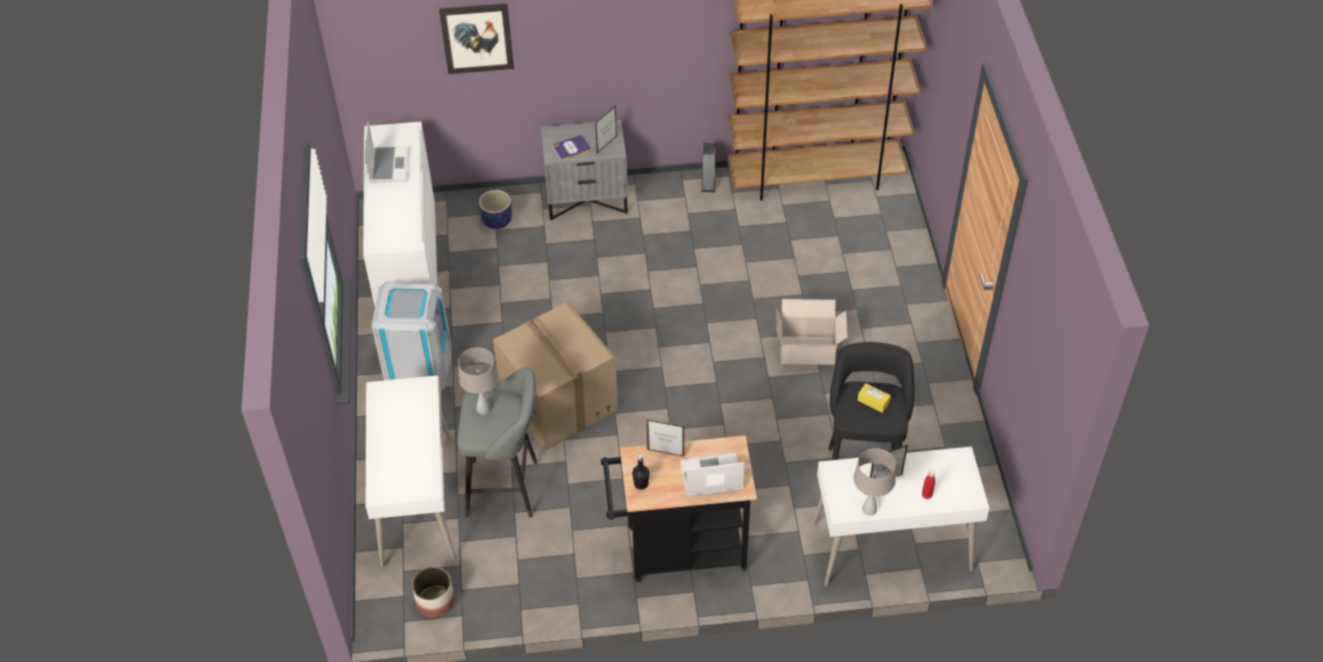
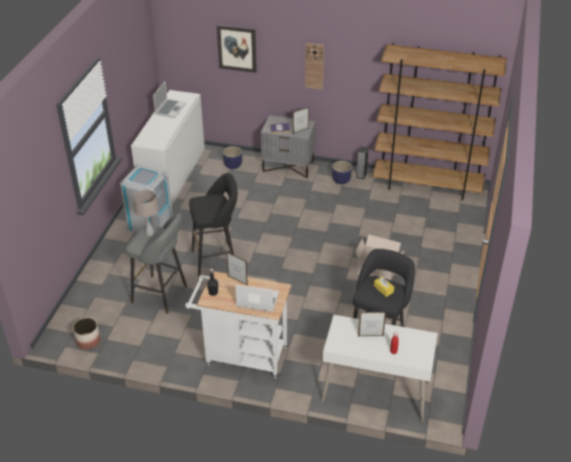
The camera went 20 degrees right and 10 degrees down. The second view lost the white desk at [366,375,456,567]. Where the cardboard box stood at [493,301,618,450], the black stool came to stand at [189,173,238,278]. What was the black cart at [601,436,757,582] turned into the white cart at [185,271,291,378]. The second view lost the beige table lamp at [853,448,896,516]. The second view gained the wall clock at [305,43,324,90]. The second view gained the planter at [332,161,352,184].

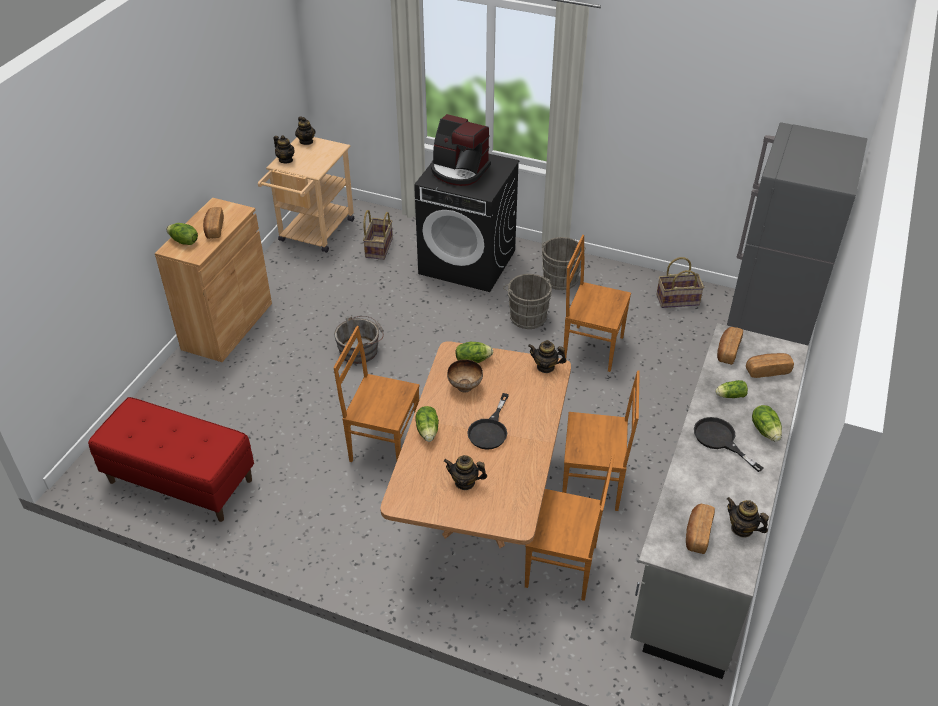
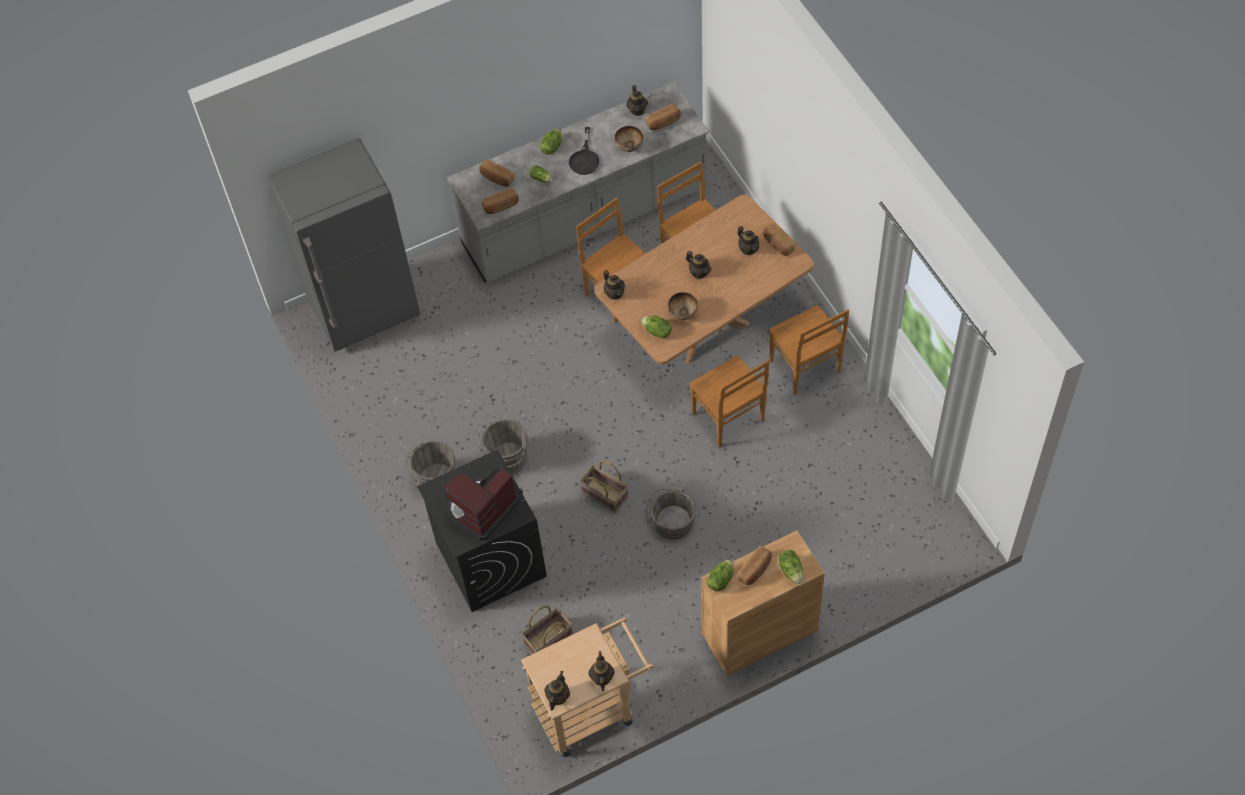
The camera went 135 degrees left and 15 degrees up. The second view lost the red bench at [88,397,254,522]. The lettuce ended up elsewhere, having gone from [415,406,439,442] to [707,560,734,592]. The coffee machine at [431,114,491,186] ended up facing another way, 120 degrees counterclockwise from before. Where the black frying pan stood at [467,393,509,450], the teapot came to stand at [686,251,712,279]. The brown chair ended up elsewhere, having gone from [564,235,631,372] to [769,305,849,395]. The basket ended up elsewhere, having gone from [656,257,704,308] to [579,460,628,513]. The second view gained the bowl at [615,126,643,152]. The second view gained the bread at [763,223,795,256].

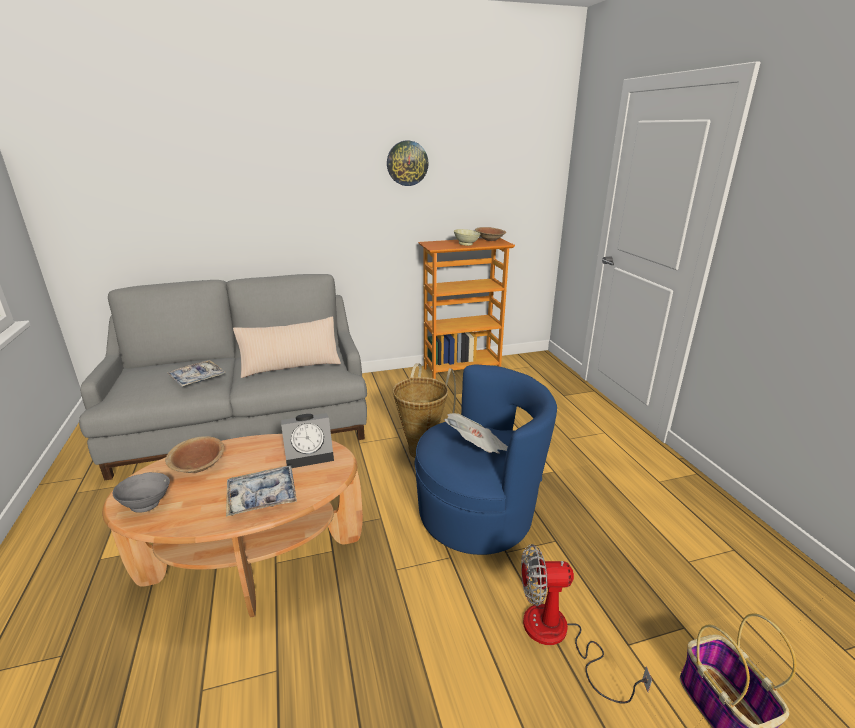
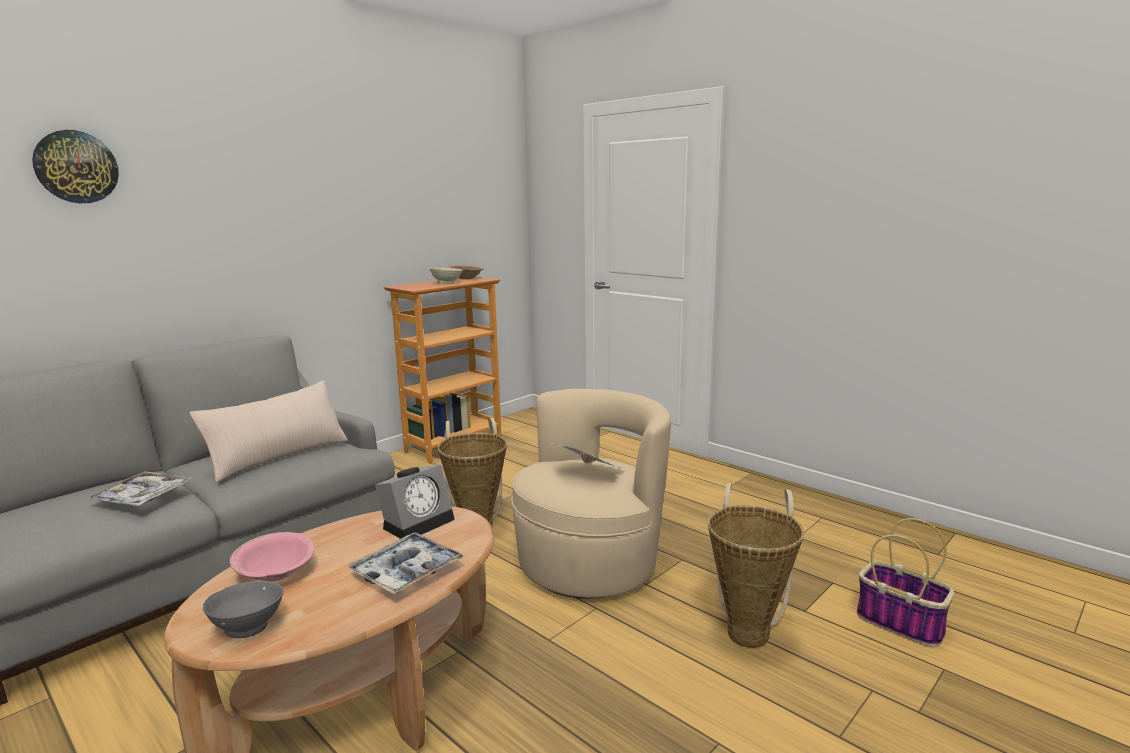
The camera went 30 degrees left and 10 degrees down. What was the brown bowl at [165,436,224,473] turned into the pink bowl at [230,532,315,581]. The wall clock ended up elsewhere, having gone from [387,141,429,186] to [32,130,119,203]. What was the blue armchair at [415,365,557,555] turned into the beige armchair at [511,389,671,599]. Where the fan stood at [521,544,652,704], the basket came to stand at [708,483,804,648].

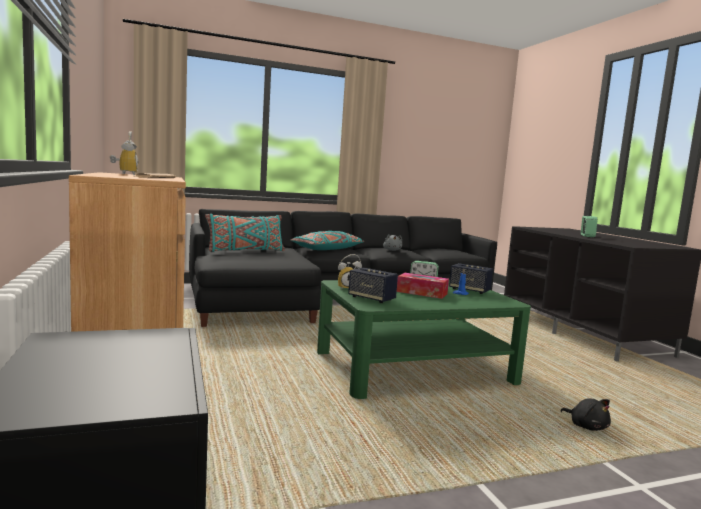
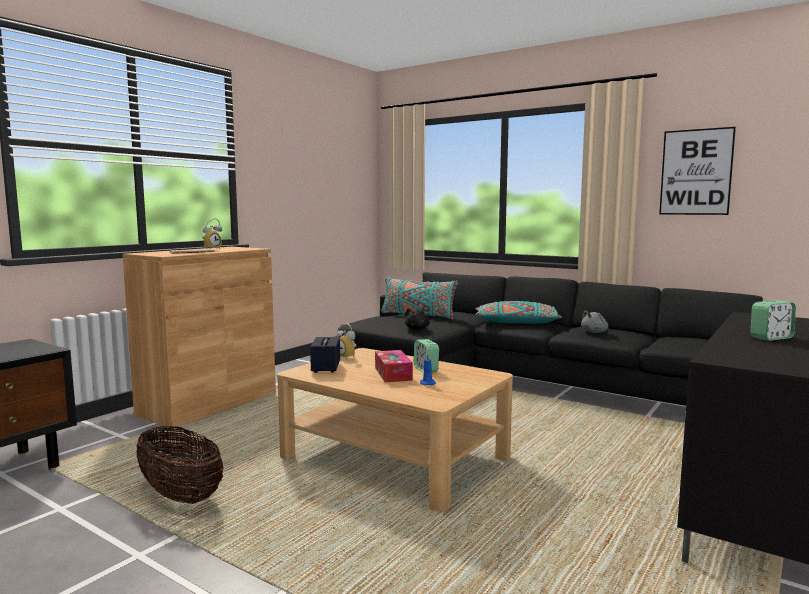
The camera went 55 degrees right and 0 degrees up. What was the green coffee table at [317,280,531,399] turned into the beige coffee table at [277,348,513,511]. The second view lost the speaker at [449,263,493,294]. The black plush toy ended up elsewhere, having gone from [561,398,611,431] to [405,308,430,329]. The second view gained the basket at [136,426,223,504]. The second view gained the picture at [659,127,736,215].

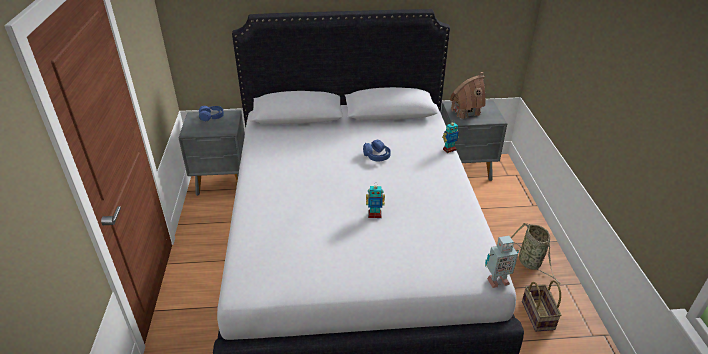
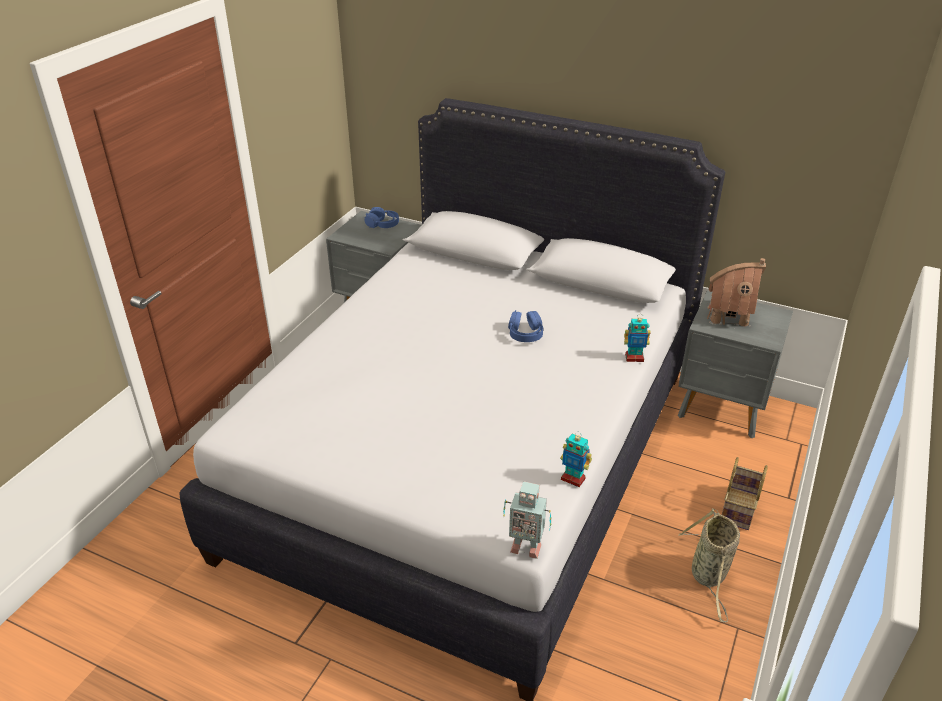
The camera went 30 degrees right and 0 degrees up. The toy robot ended up elsewhere, having gone from [366,183,385,218] to [560,431,592,487]. The basket ended up elsewhere, having gone from [522,280,561,331] to [722,457,768,530].

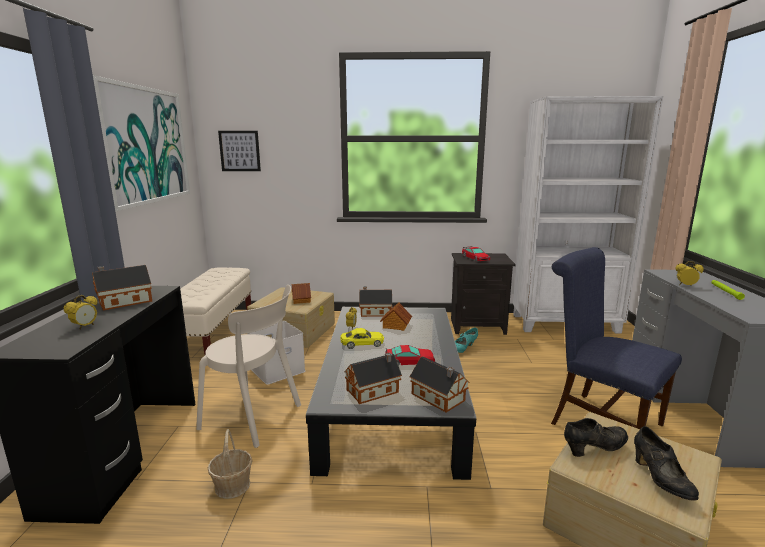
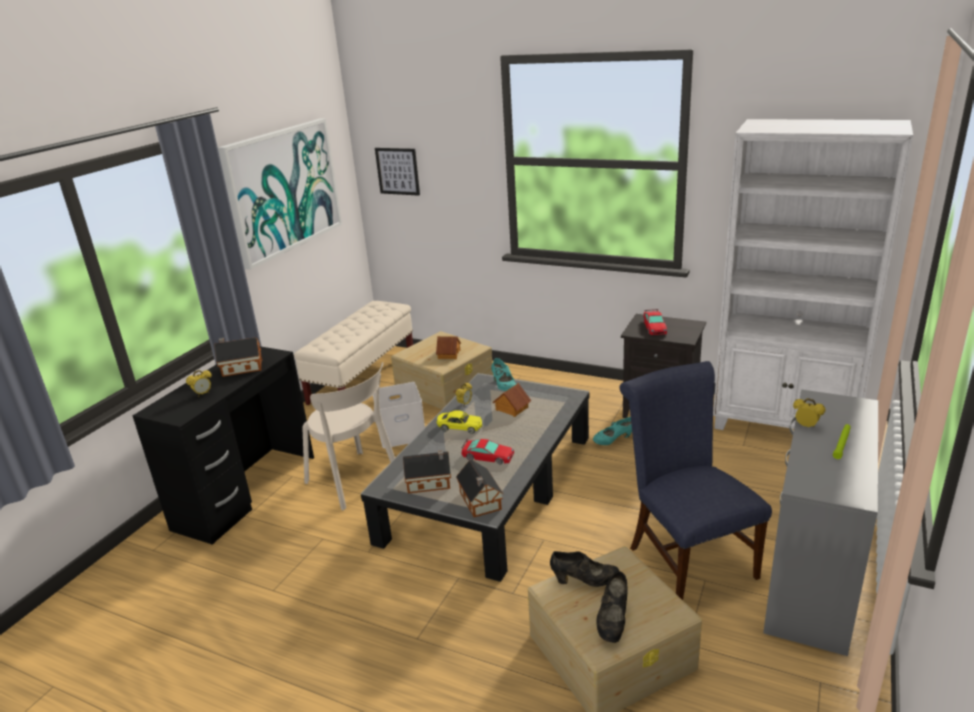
The camera went 25 degrees right and 10 degrees up. The second view lost the basket at [208,429,253,499]. Where the toy house stood at [359,286,392,317], the turquoise shoe came to stand at [491,358,516,391].

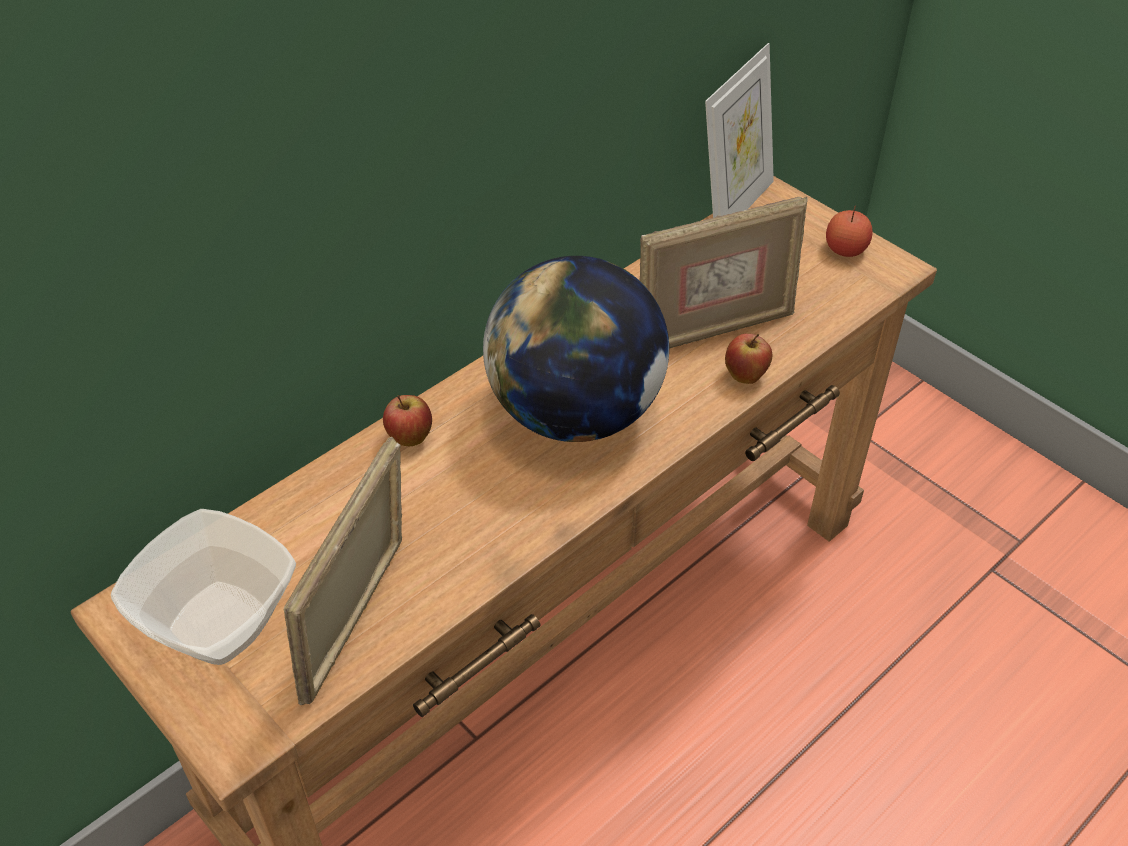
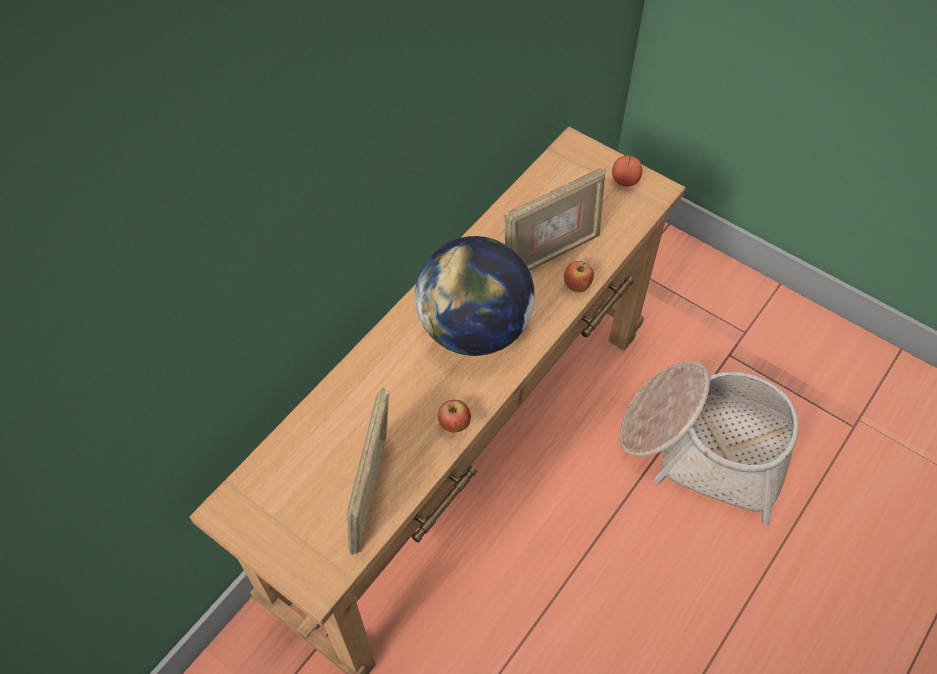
The camera went 10 degrees left and 10 degrees up. The second view lost the bowl at [111,509,296,665]. The apple ended up elsewhere, having gone from [383,395,432,446] to [438,400,471,433]. The second view lost the picture frame at [705,43,774,218]. The second view gained the basket at [620,361,798,525].

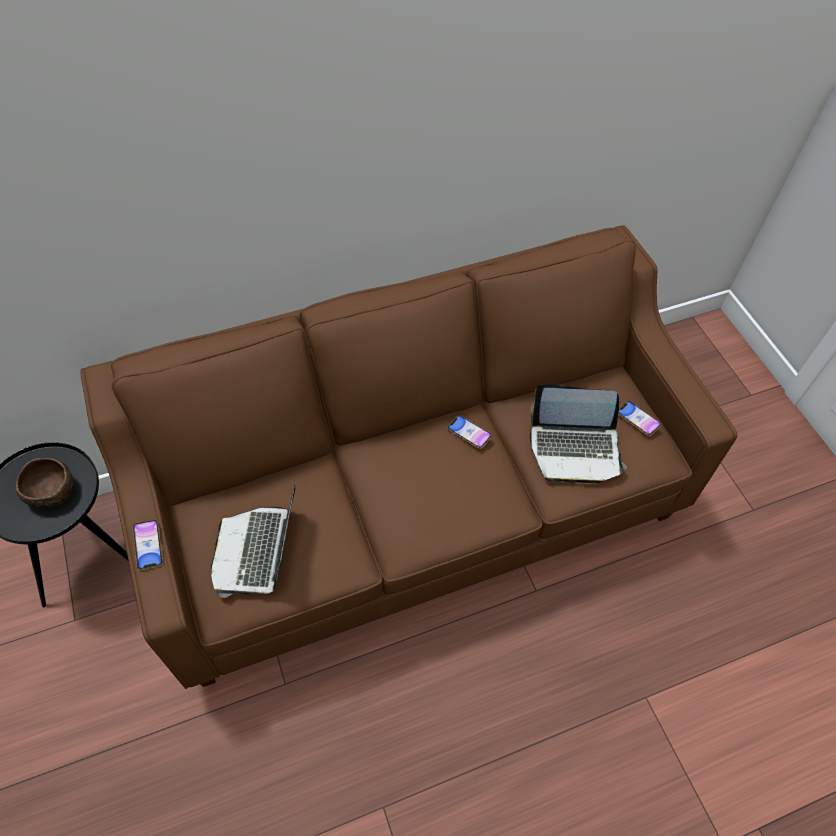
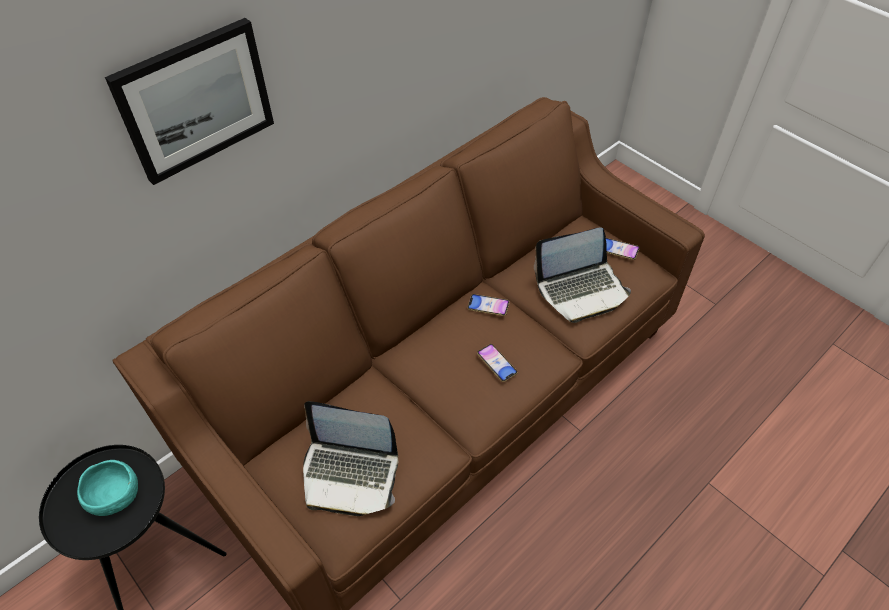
The camera went 20 degrees left and 5 degrees down. What was the brown bowl at [16,458,73,508] turned into the turquoise bowl at [77,460,138,516]. The phone ended up elsewhere, having gone from [133,520,163,570] to [477,344,517,382]. The laptop at [211,485,295,598] ended up facing another way, 60 degrees counterclockwise from before. The second view gained the picture at [105,18,274,185].

